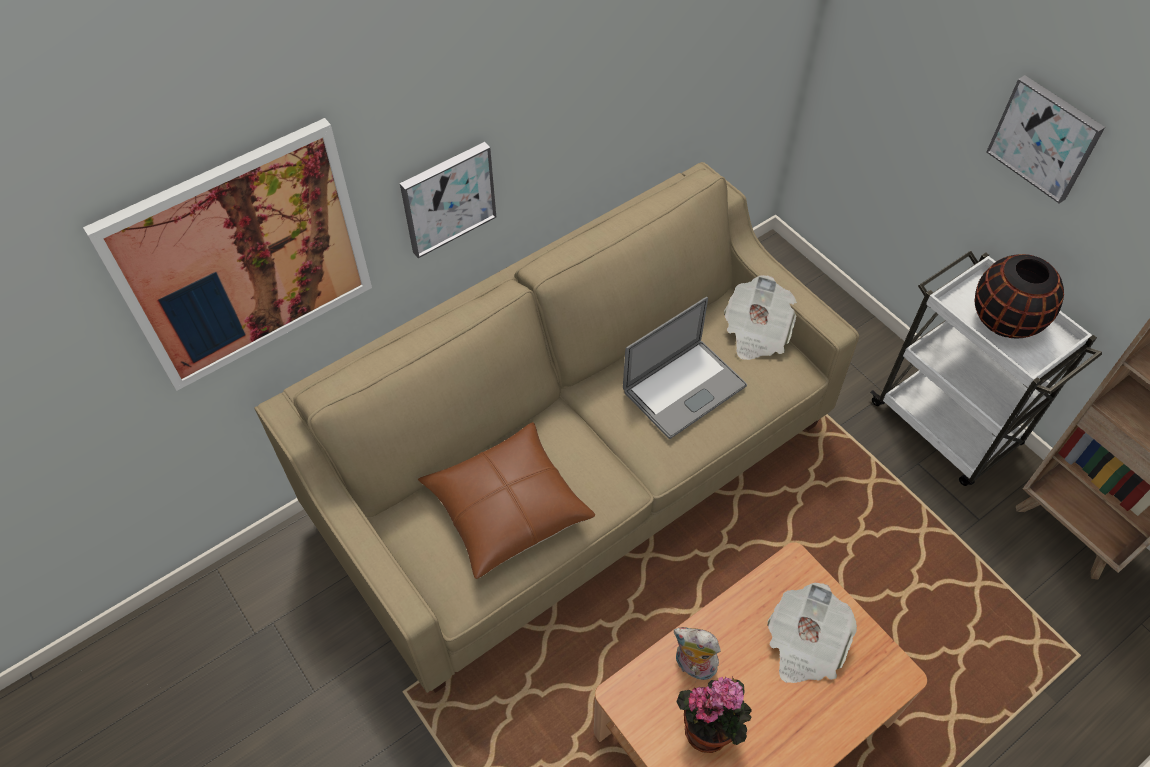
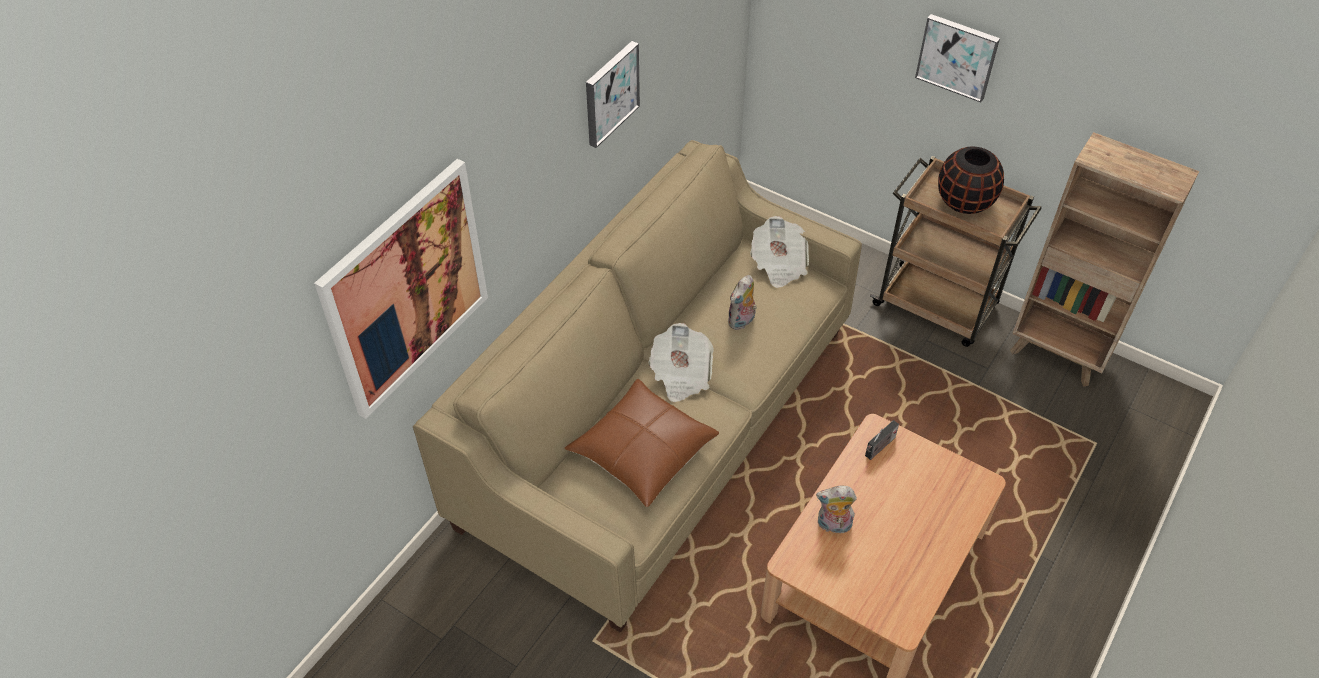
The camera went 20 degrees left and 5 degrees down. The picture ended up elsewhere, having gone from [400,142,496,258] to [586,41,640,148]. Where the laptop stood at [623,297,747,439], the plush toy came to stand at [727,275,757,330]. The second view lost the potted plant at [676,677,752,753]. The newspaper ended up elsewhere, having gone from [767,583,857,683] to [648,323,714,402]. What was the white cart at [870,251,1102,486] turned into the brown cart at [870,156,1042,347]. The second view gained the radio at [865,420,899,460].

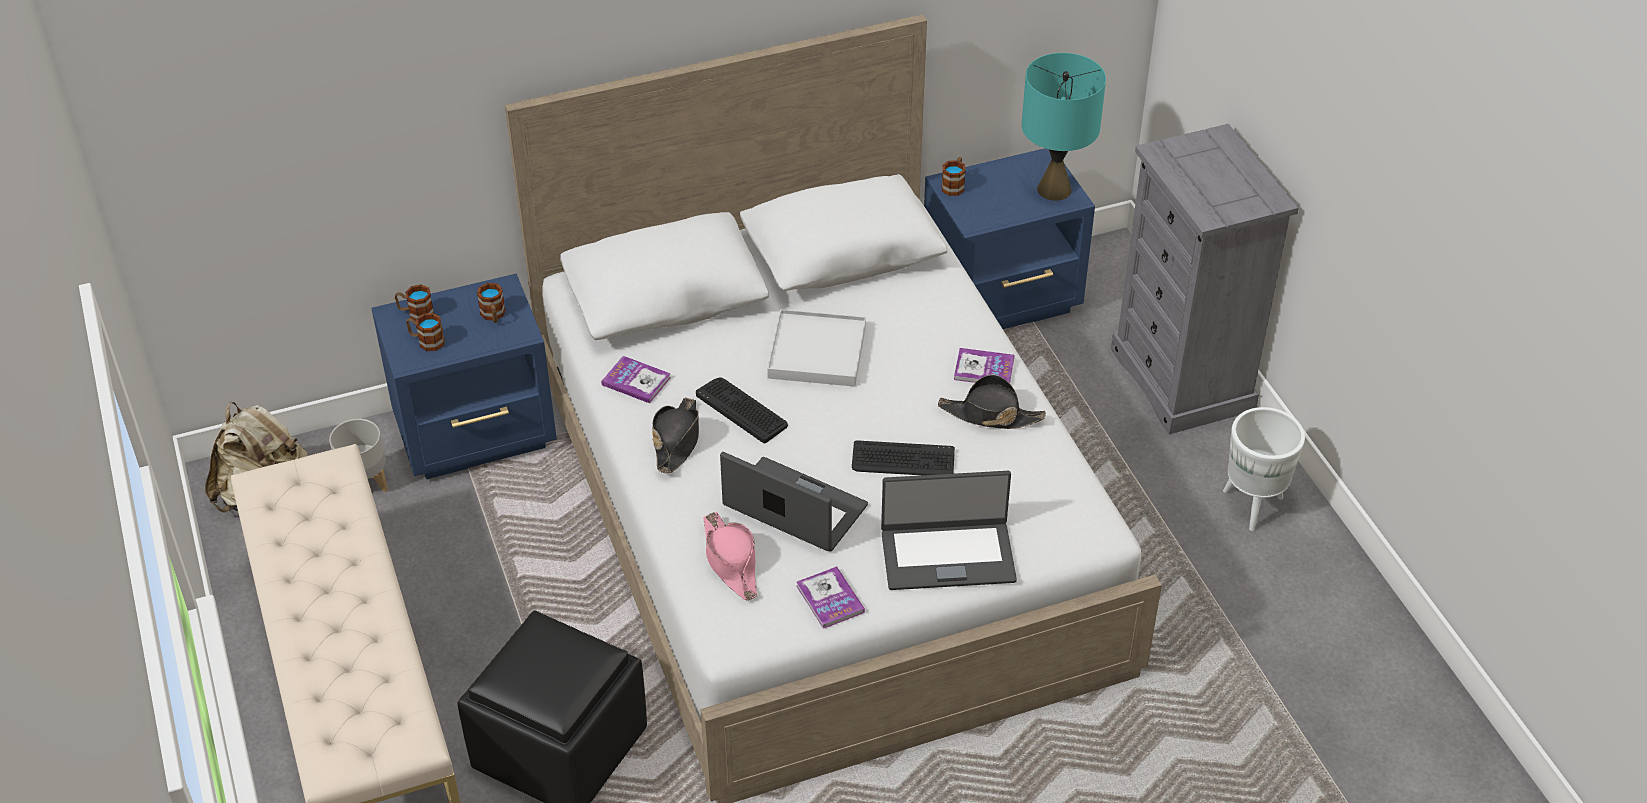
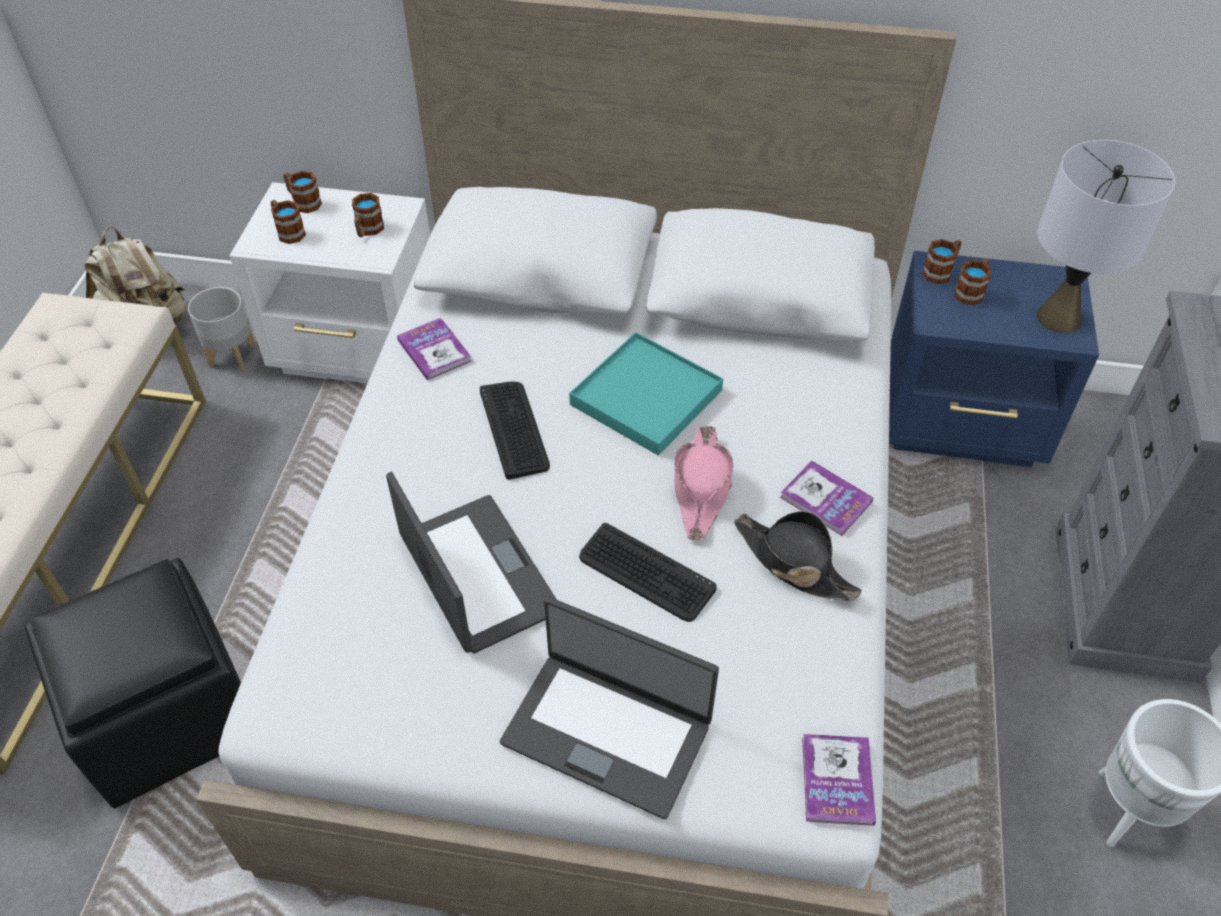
The camera went 30 degrees right and 5 degrees up. What was the blue nightstand at [371,274,557,479] turned into the white nightstand at [229,182,430,383]. The second view lost the black hat at [652,397,699,474]. The pink hat ended up elsewhere, having gone from [703,512,757,600] to [674,426,733,540]. What was the white tray at [767,309,866,387] turned into the turquoise tray at [569,332,723,456]. The book ended up elsewhere, having gone from [796,566,865,629] to [802,734,876,826]. What was the turquoise table lamp at [1022,53,1106,201] turned into the grey table lamp at [1037,140,1175,333]. The second view gained the mug at [954,258,991,305].

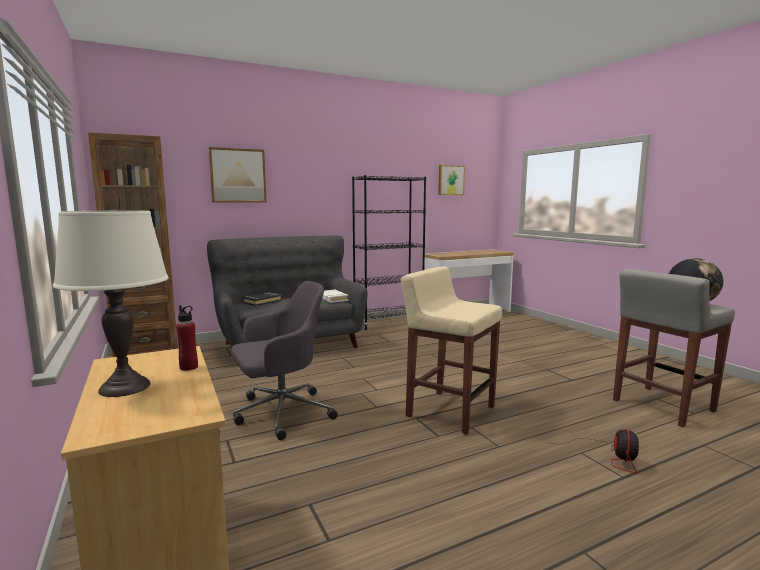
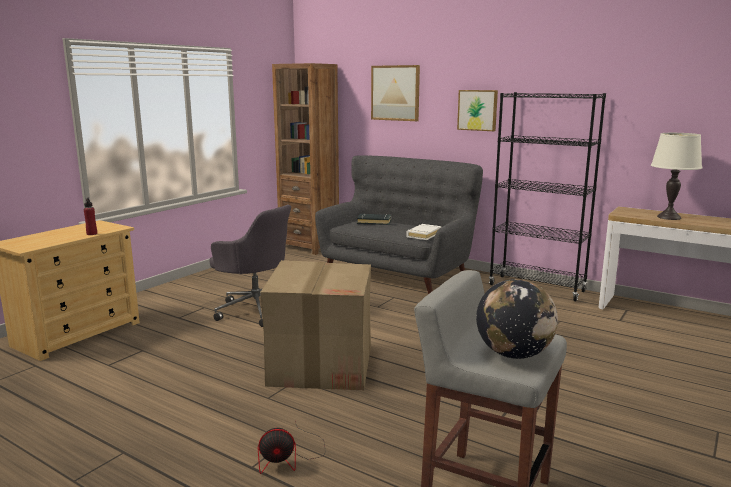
The camera went 60 degrees right and 5 degrees up. The white table lamp ended up elsewhere, having gone from [53,211,169,397] to [651,133,702,220]. Where the beige stool stood at [401,267,502,435], the cardboard box came to stand at [260,260,371,390]. The picture ended up elsewhere, having gone from [438,165,465,195] to [457,90,498,131].

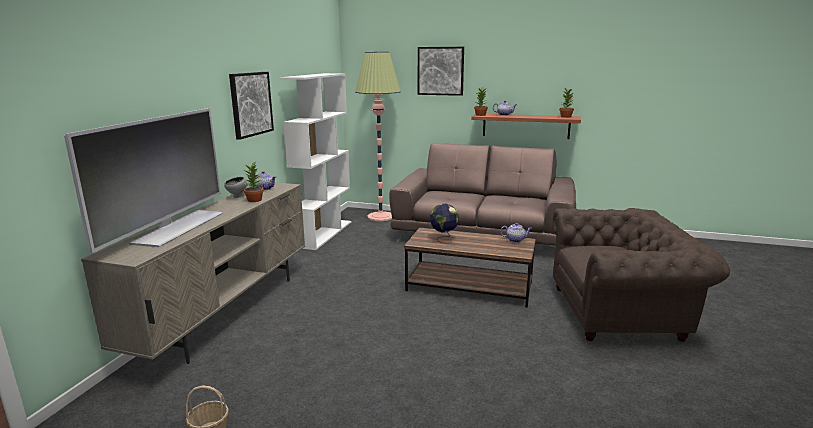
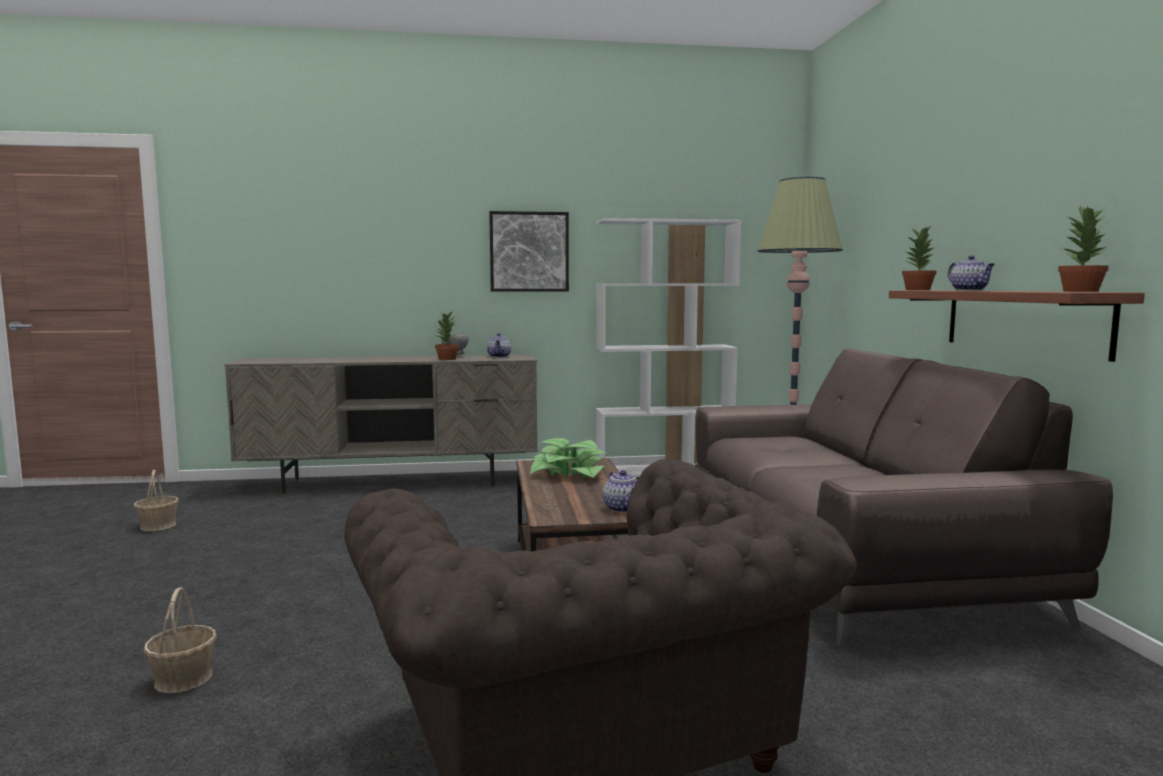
The camera went 65 degrees right and 10 degrees down. The second view lost the television at [64,108,223,253]. The second view lost the picture at [418,47,464,96]. Where the globe stood at [430,204,459,244], the potted plant came to stand at [530,438,608,478]. The second view gained the basket at [144,587,216,693].

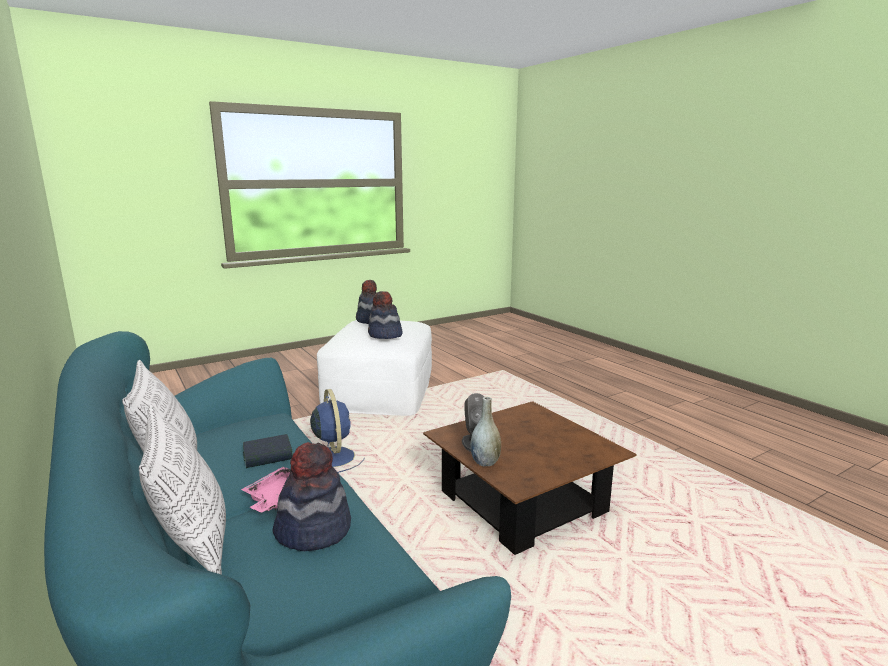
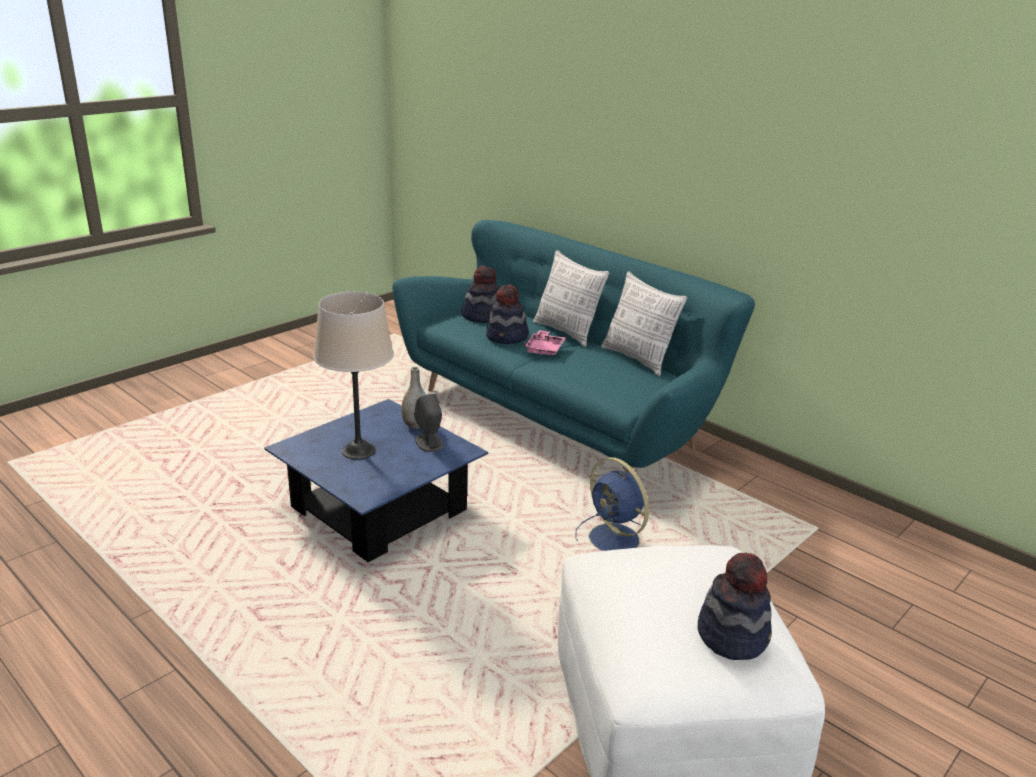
The camera went 165 degrees right and 10 degrees up. The second view lost the book at [243,434,293,468]. The hat ended up elsewhere, having gone from [368,291,402,339] to [461,265,499,323]. What was the brown coffee table at [423,401,637,555] turned into the blue coffee table at [264,399,488,562]. The second view gained the beige table lamp at [313,292,394,460].

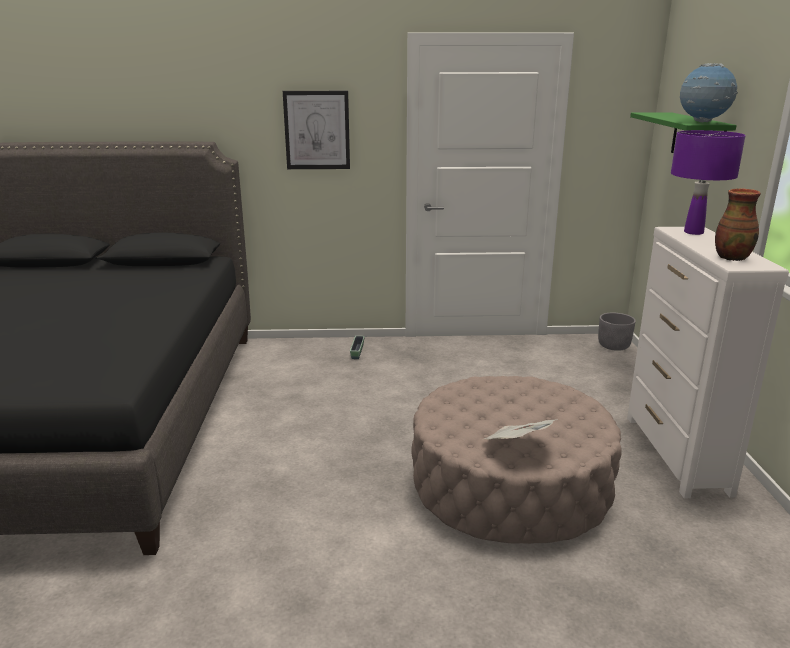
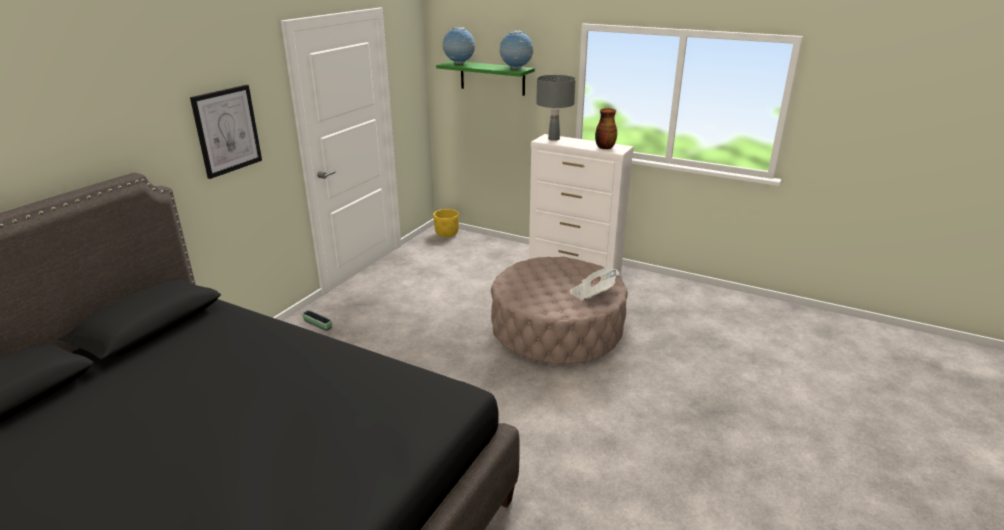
The camera went 60 degrees left and 5 degrees up. What was the grey planter at [598,313,636,351] turned into the yellow planter at [433,209,459,237]. What was the purple table lamp at [671,130,746,235] turned into the grey table lamp at [536,75,576,141]. The second view gained the globe at [443,27,475,64].

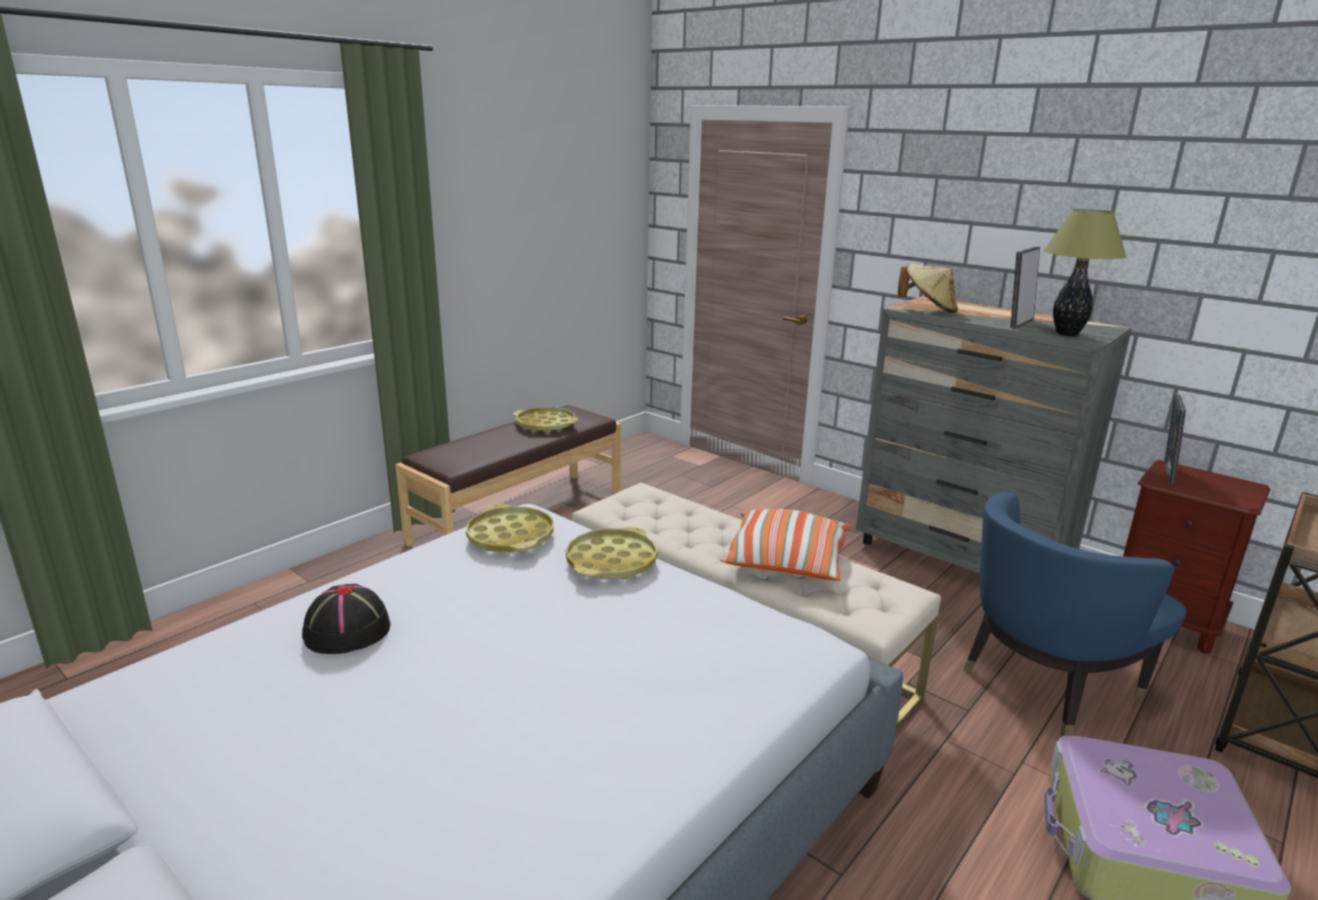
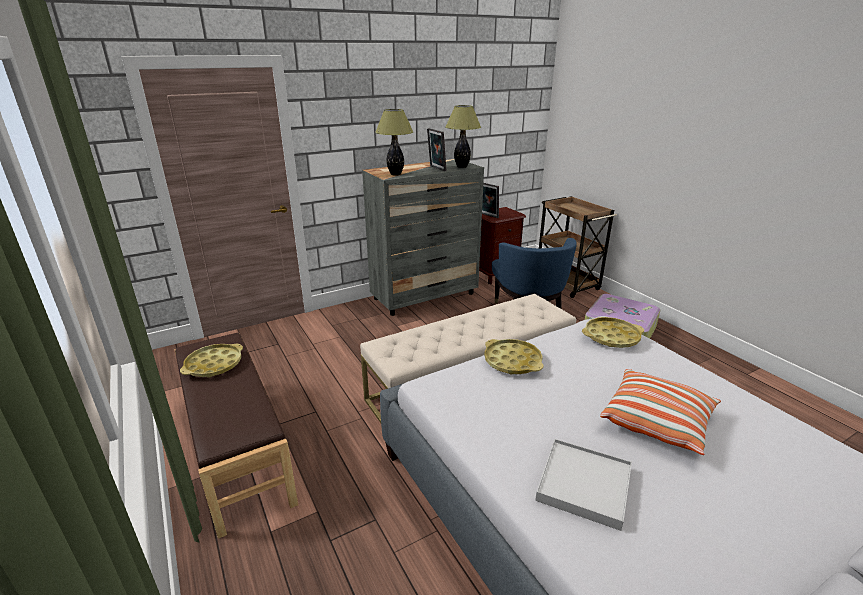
The camera went 70 degrees left and 5 degrees up. Where the black hat stood at [302,584,390,654], the white tray came to stand at [535,439,632,531]. The yellow tray ended up elsewhere, having gone from [466,504,554,553] to [582,317,644,348]. The pillow ended up elsewhere, having gone from [721,509,851,581] to [600,369,721,455]. Where the beige hat stood at [898,264,958,313], the table lamp came to stand at [375,109,413,176].

